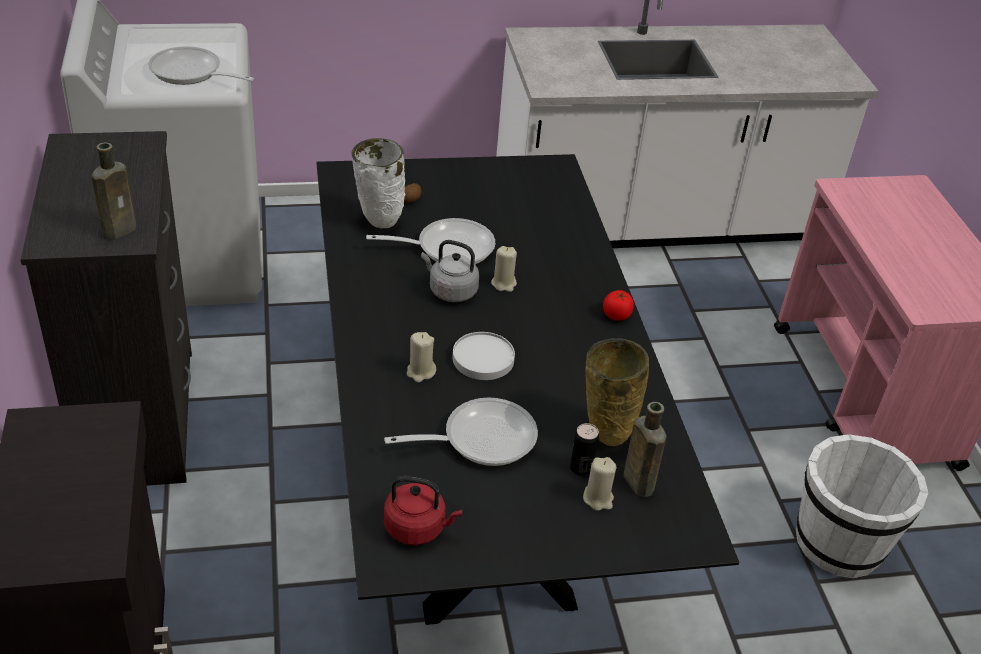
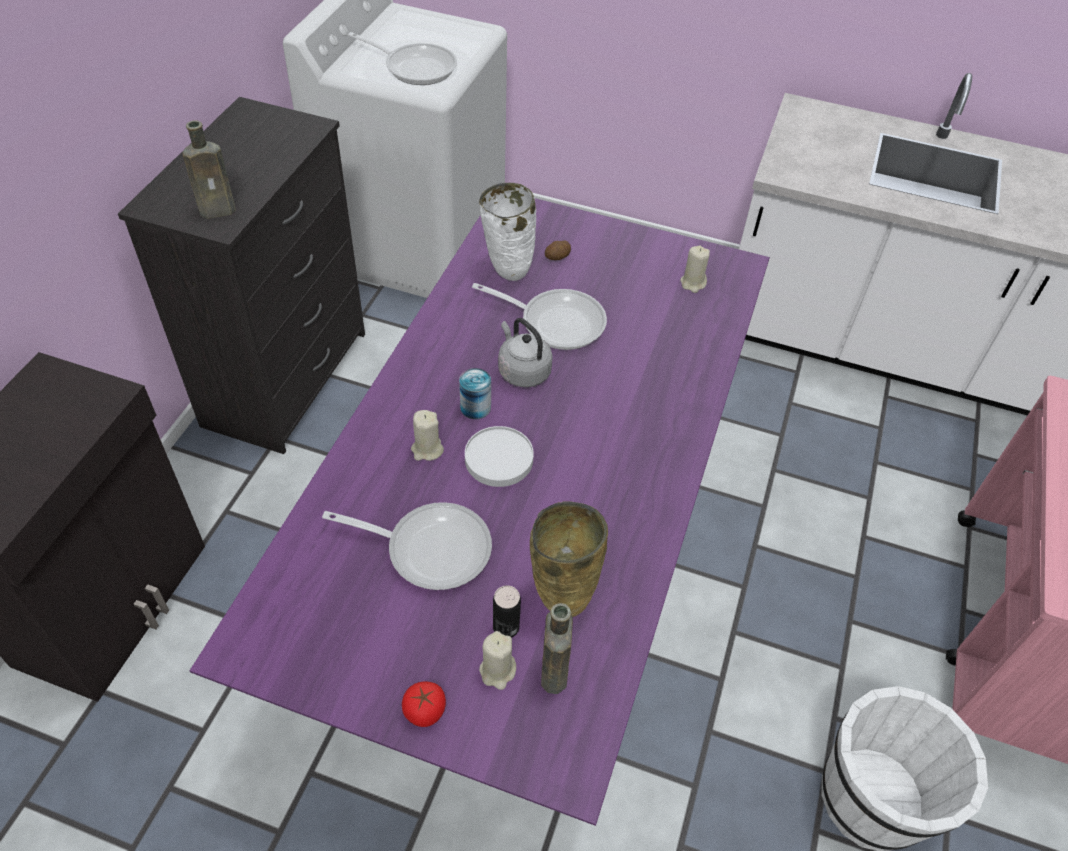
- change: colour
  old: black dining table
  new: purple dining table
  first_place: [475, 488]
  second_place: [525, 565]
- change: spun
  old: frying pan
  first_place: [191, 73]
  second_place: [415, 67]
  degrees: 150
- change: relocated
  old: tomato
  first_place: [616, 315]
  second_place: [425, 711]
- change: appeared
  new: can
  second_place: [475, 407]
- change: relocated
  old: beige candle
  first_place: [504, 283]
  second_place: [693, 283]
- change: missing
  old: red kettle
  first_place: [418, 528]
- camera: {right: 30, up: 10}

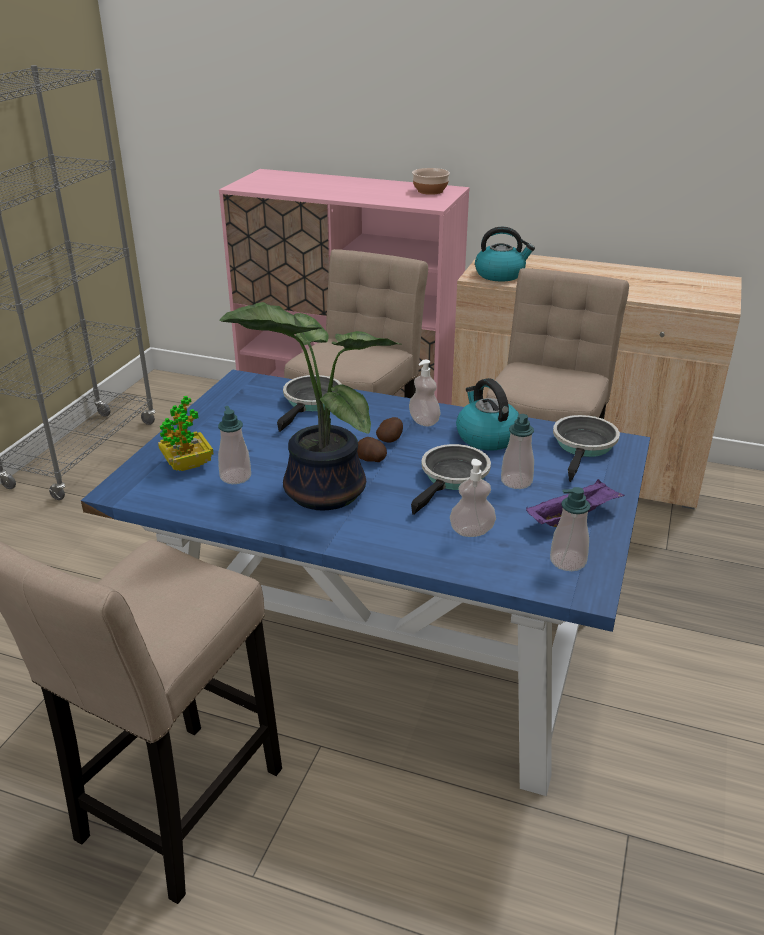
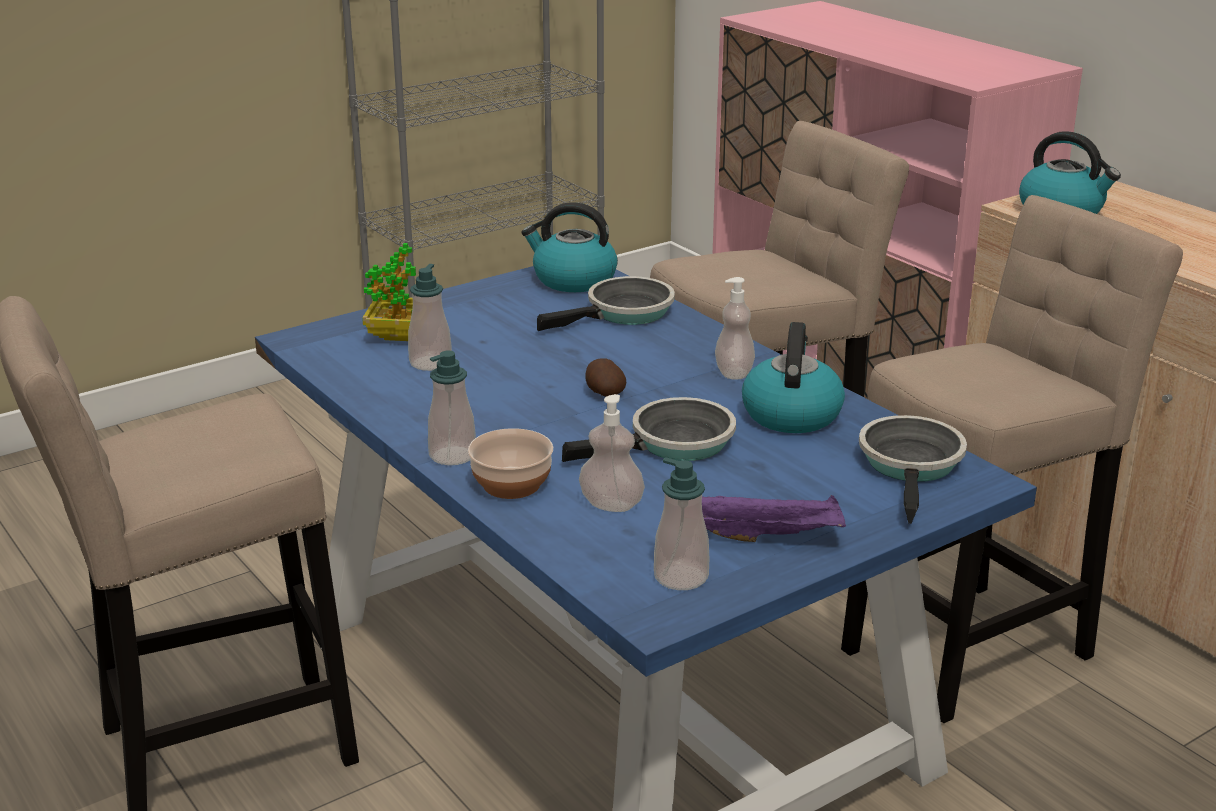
- change: relocated
  old: soap dispenser
  first_place: [516, 481]
  second_place: [452, 455]
- change: relocated
  old: bowl
  first_place: [430, 191]
  second_place: [510, 484]
- change: appeared
  new: kettle
  second_place: [573, 280]
- change: spun
  old: frying pan
  first_place: [584, 447]
  second_place: [911, 466]
  degrees: -45
- change: missing
  old: potted plant
  first_place: [319, 491]
- change: missing
  old: potato
  first_place: [391, 439]
- camera: {right: 35, up: -5}

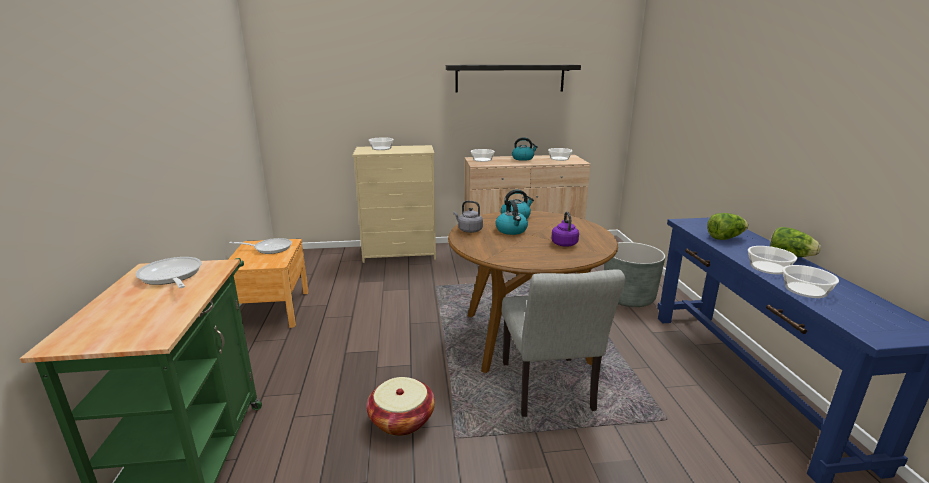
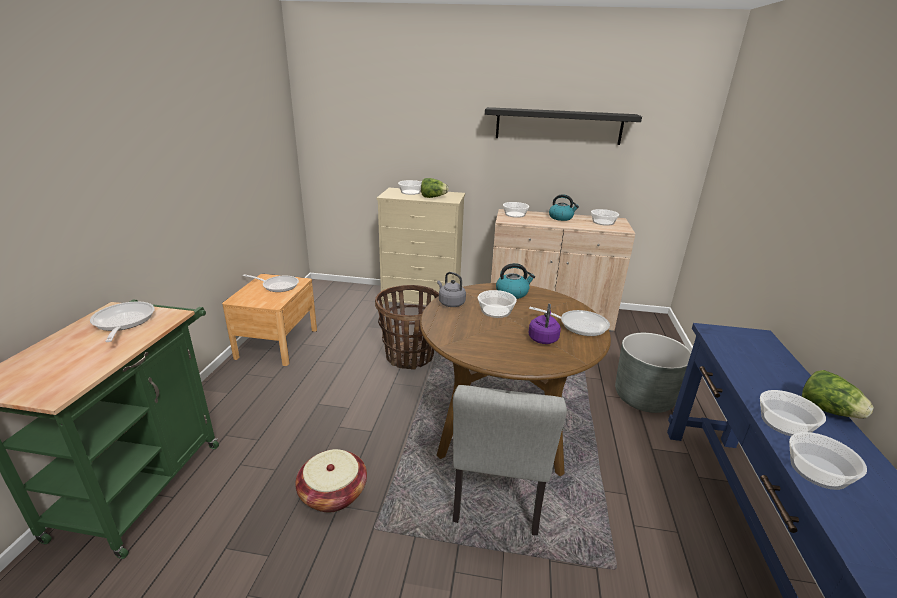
- change: appeared
  new: basket
  second_place: [409, 356]
- change: relocated
  old: lettuce
  first_place: [725, 238]
  second_place: [433, 197]
- change: exchanged
  old: kettle
  new: bowl
  first_place: [511, 230]
  second_place: [496, 310]
- change: appeared
  new: frying pan
  second_place: [578, 325]
- camera: {right: 15, up: 5}

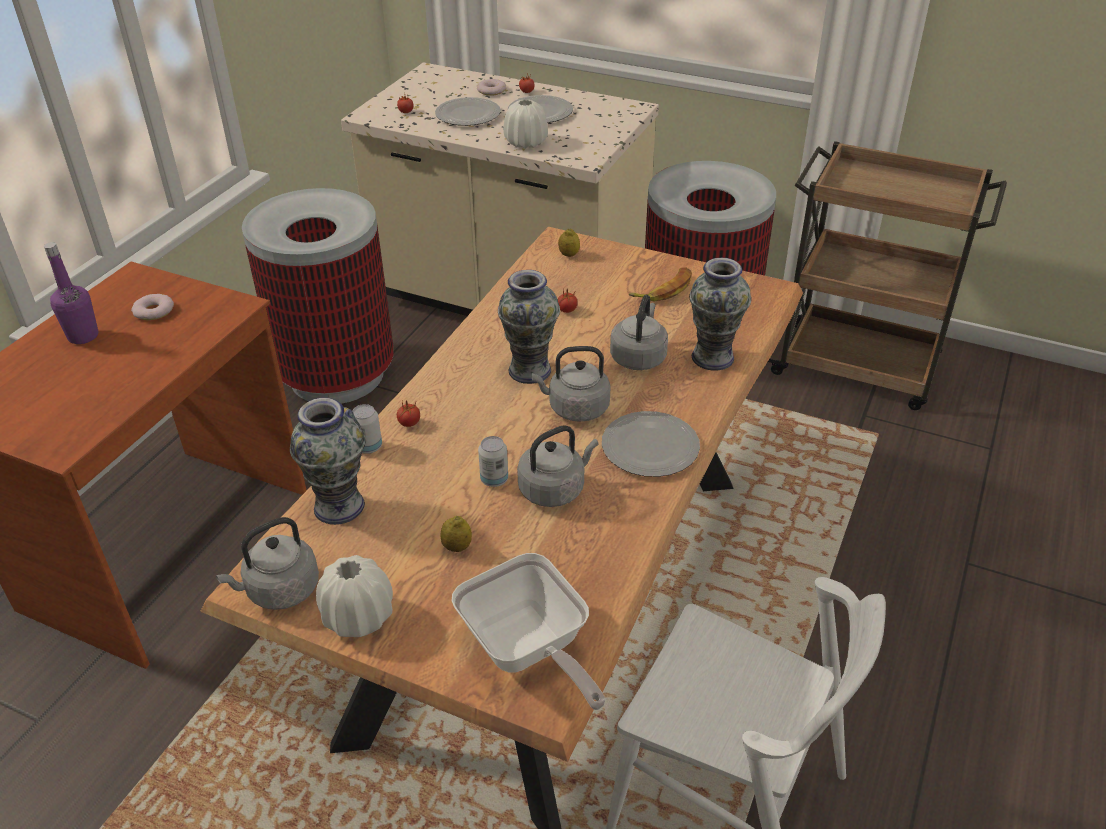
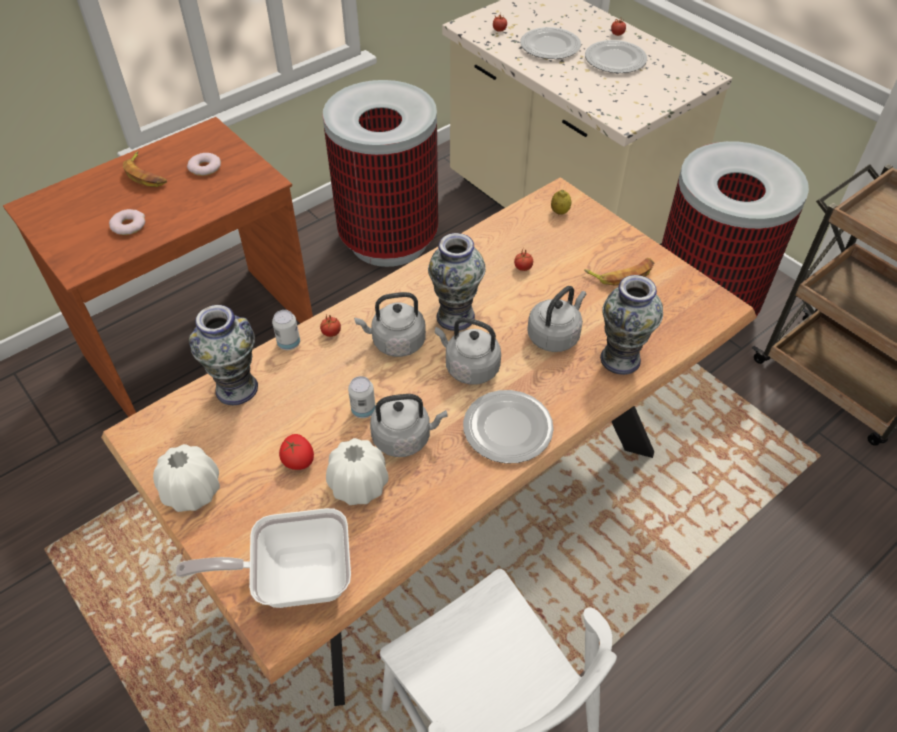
- change: relocated
  old: donut
  first_place: [491, 90]
  second_place: [128, 225]
- change: exchanged
  old: purple bottle
  new: banana
  first_place: [83, 336]
  second_place: [146, 174]
- change: spun
  old: frying pan
  first_place: [528, 651]
  second_place: [293, 577]
  degrees: 90
- change: exchanged
  old: lemon
  new: tomato
  first_place: [457, 547]
  second_place: [298, 460]
- change: relocated
  old: white vase
  first_place: [526, 143]
  second_place: [359, 485]
- change: relocated
  old: grey kettle
  first_place: [279, 590]
  second_place: [395, 342]
- camera: {right: 25, up: 10}

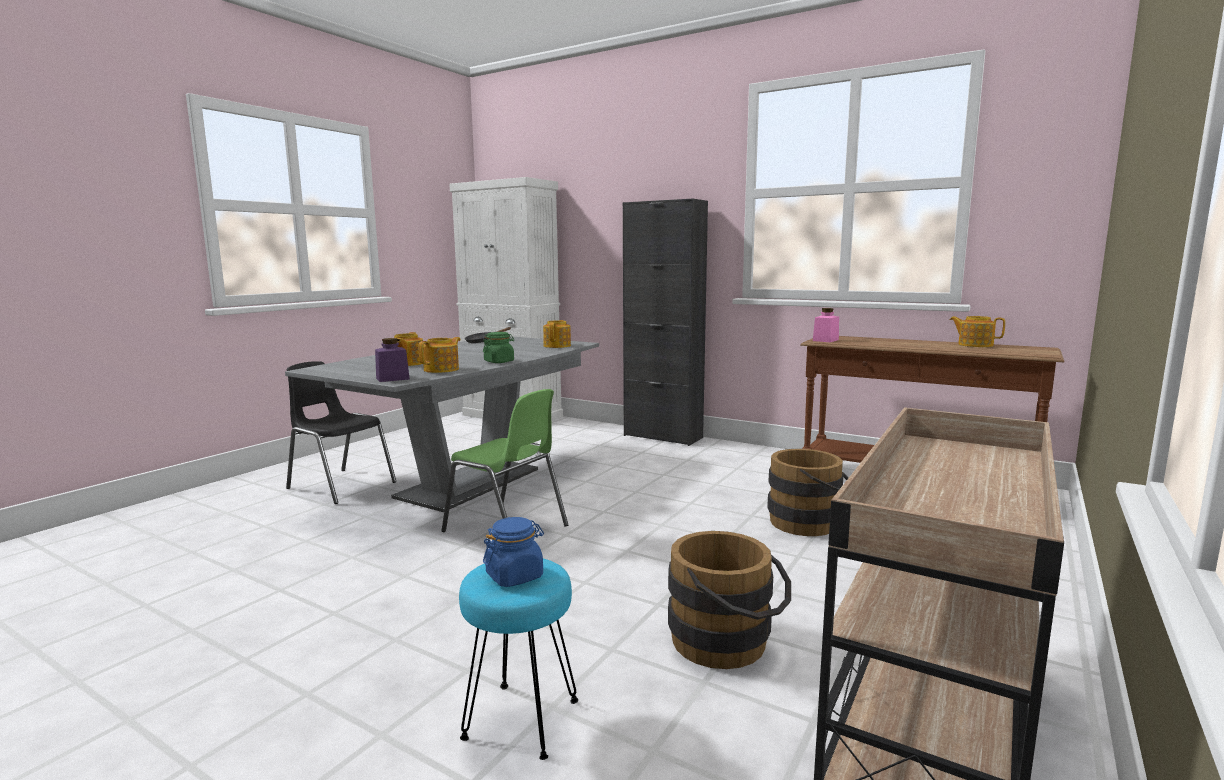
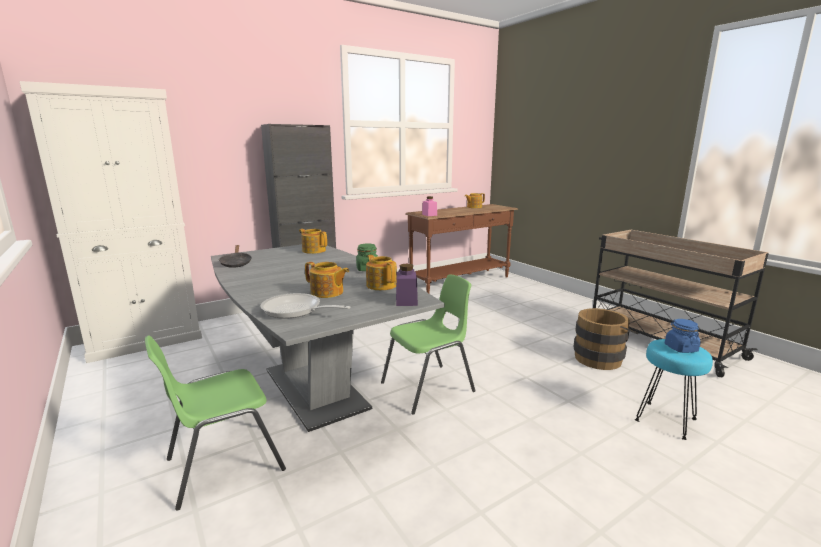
- change: colour
  old: black chair
  new: green chair
  first_place: [340, 485]
  second_place: [223, 464]
- change: appeared
  new: frying pan
  second_place: [296, 310]
- change: missing
  old: brown bucket
  first_place: [810, 523]
- camera: {right: -65, up: 5}

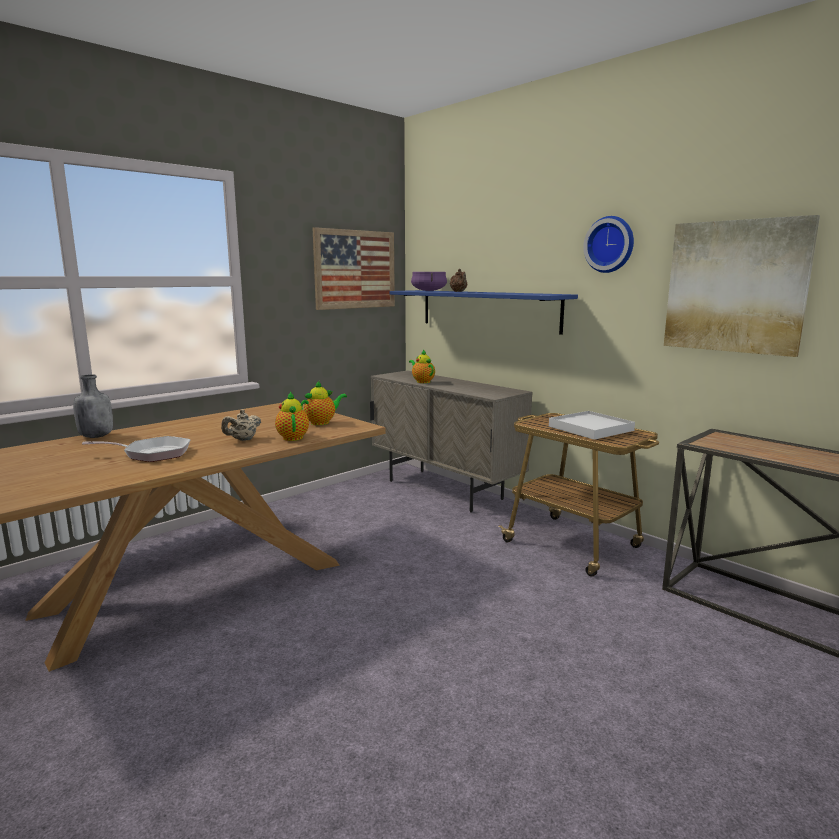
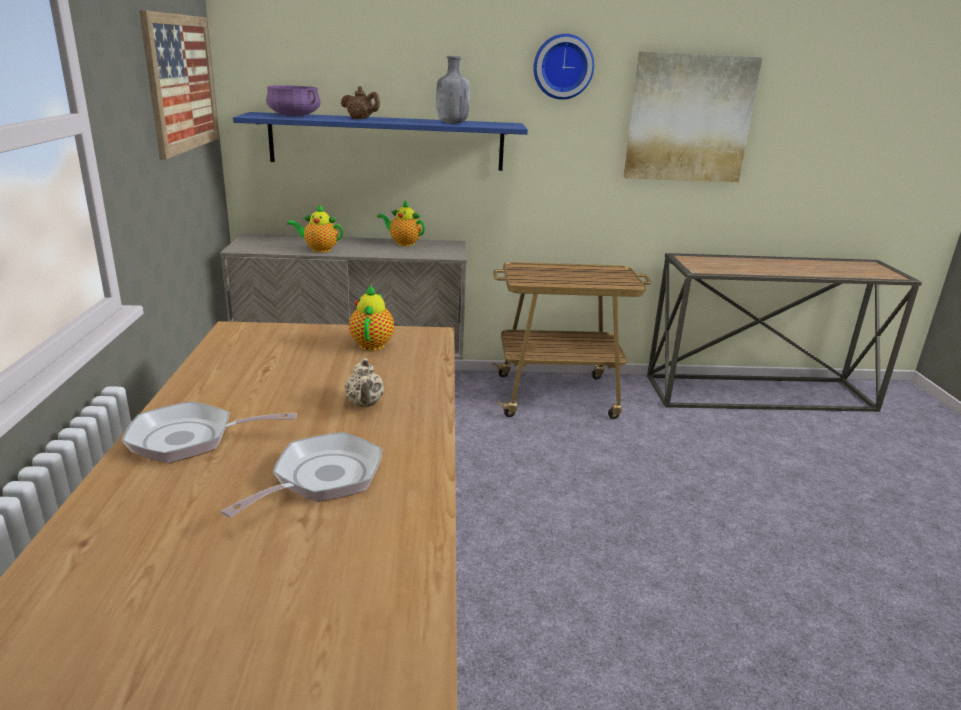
- change: appeared
  new: frying pan
  second_place: [190, 439]
- change: relocated
  old: teapot
  first_place: [292, 437]
  second_place: [403, 243]
- change: relocated
  old: grey bottle
  first_place: [96, 436]
  second_place: [451, 123]
- change: missing
  old: white tray
  first_place: [590, 428]
- camera: {right: -50, up: 10}

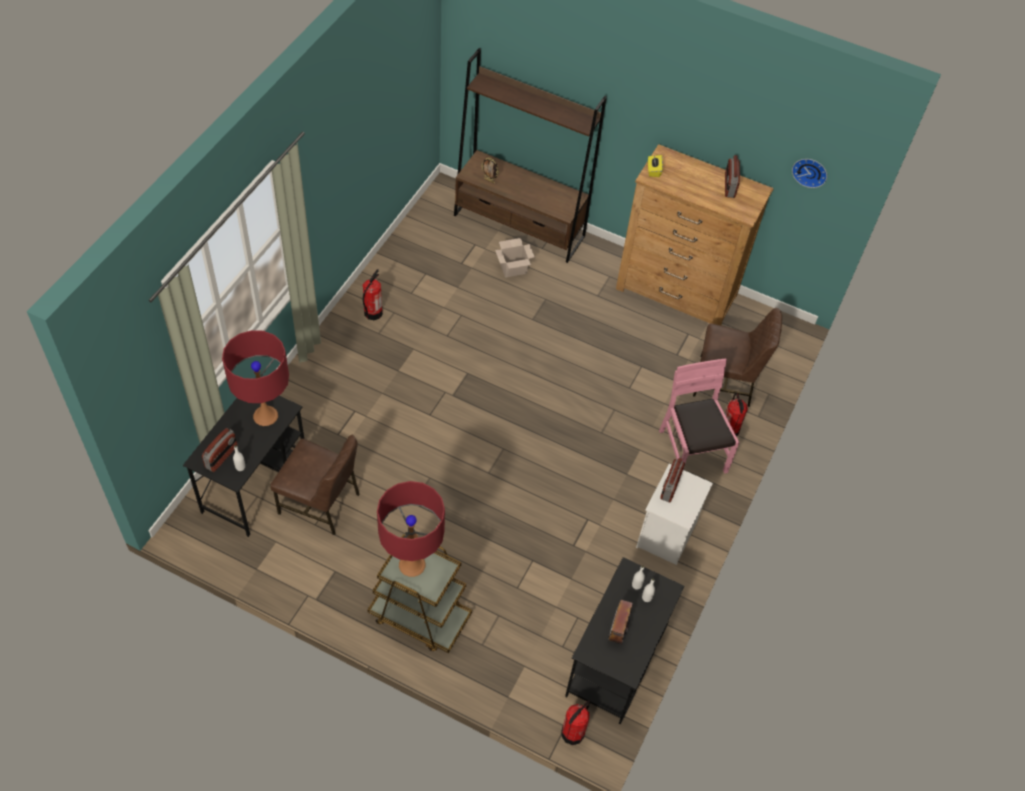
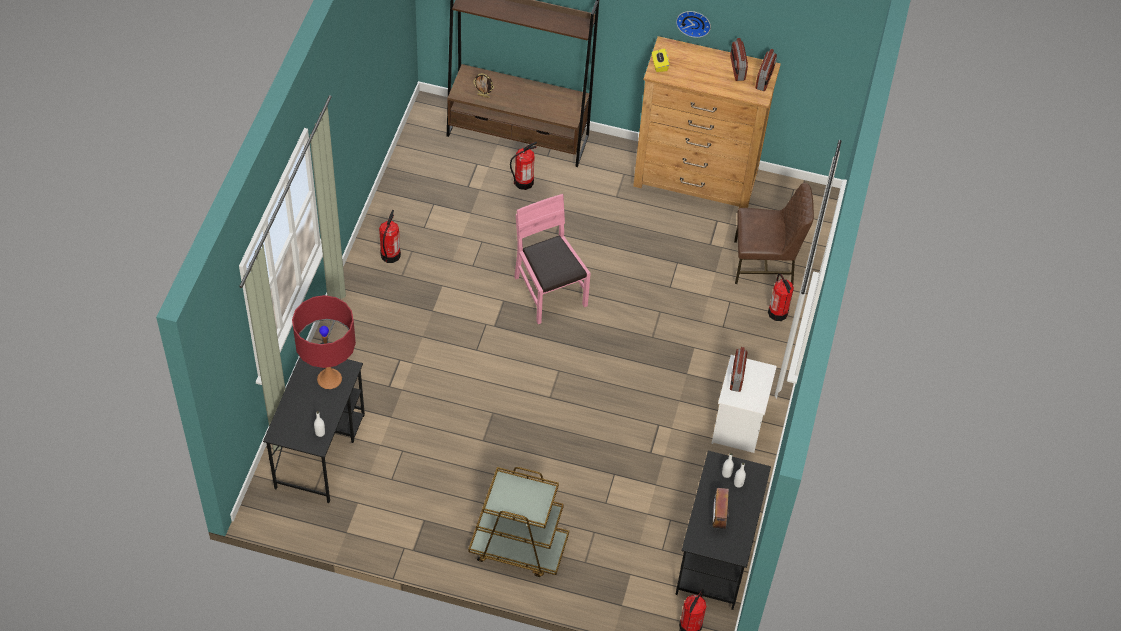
- change: exchanged
  old: cardboard box
  new: fire extinguisher
  first_place: [514, 268]
  second_place: [523, 182]
- change: relocated
  old: pink chair
  first_place: [691, 452]
  second_place: [549, 292]
- change: relocated
  old: wall clock
  first_place: [810, 171]
  second_place: [694, 22]
- change: relocated
  old: radio
  first_place: [221, 457]
  second_place: [765, 78]
- change: missing
  old: brown chair
  first_place: [320, 503]
- change: missing
  old: red table lamp
  first_place: [412, 564]
- camera: {right: -10, up: 0}

